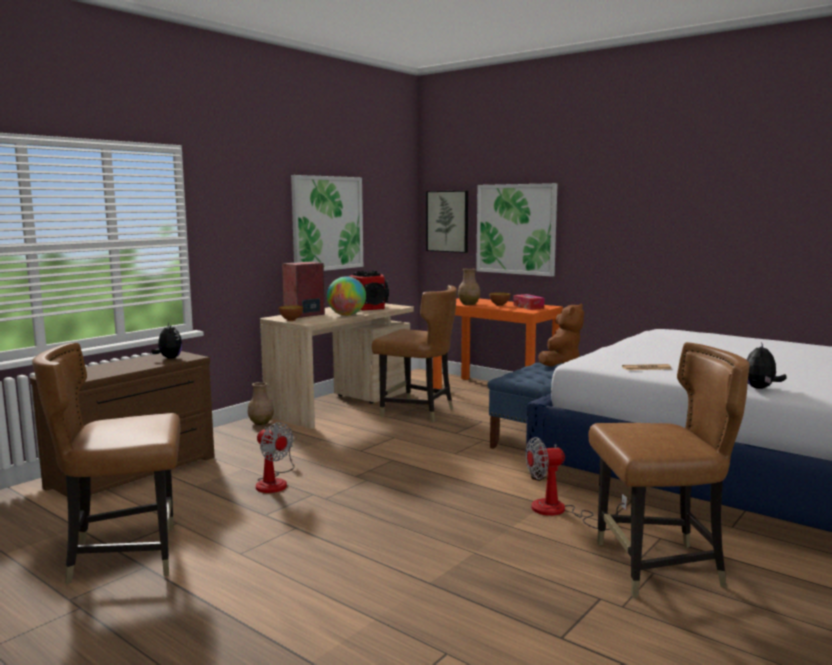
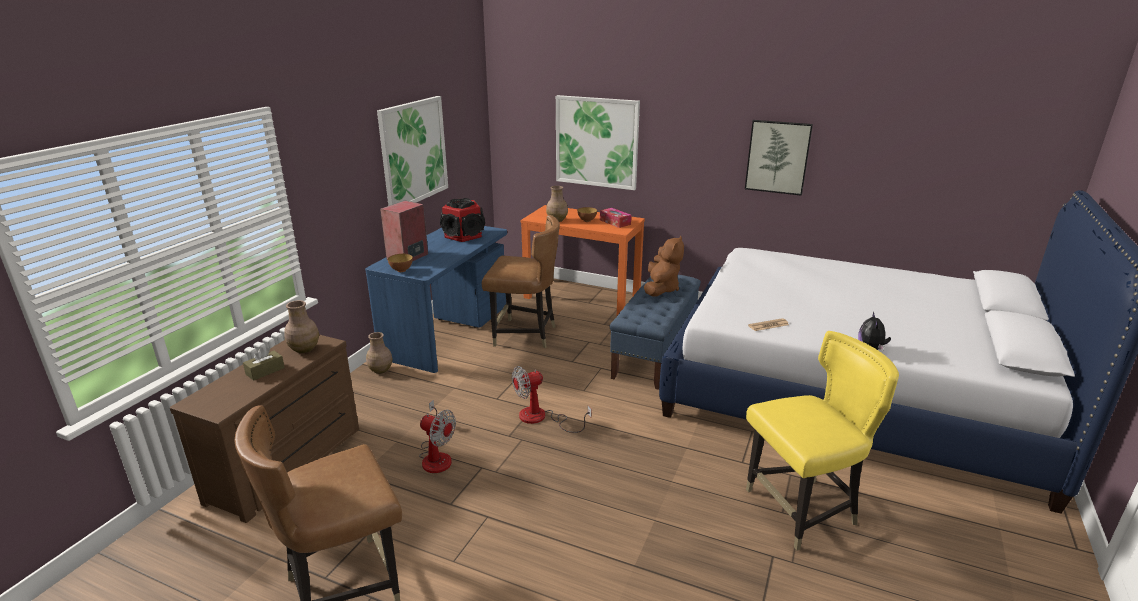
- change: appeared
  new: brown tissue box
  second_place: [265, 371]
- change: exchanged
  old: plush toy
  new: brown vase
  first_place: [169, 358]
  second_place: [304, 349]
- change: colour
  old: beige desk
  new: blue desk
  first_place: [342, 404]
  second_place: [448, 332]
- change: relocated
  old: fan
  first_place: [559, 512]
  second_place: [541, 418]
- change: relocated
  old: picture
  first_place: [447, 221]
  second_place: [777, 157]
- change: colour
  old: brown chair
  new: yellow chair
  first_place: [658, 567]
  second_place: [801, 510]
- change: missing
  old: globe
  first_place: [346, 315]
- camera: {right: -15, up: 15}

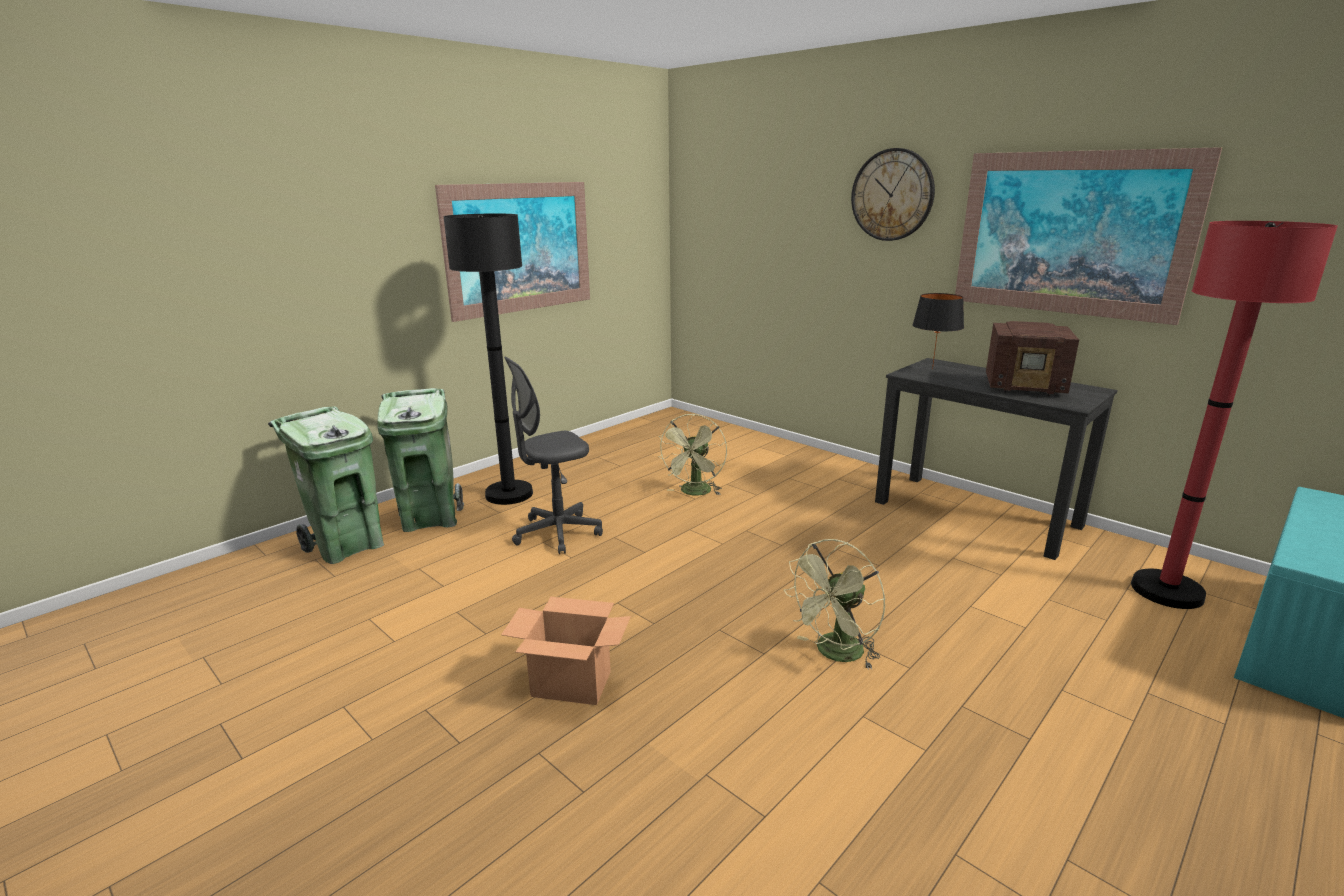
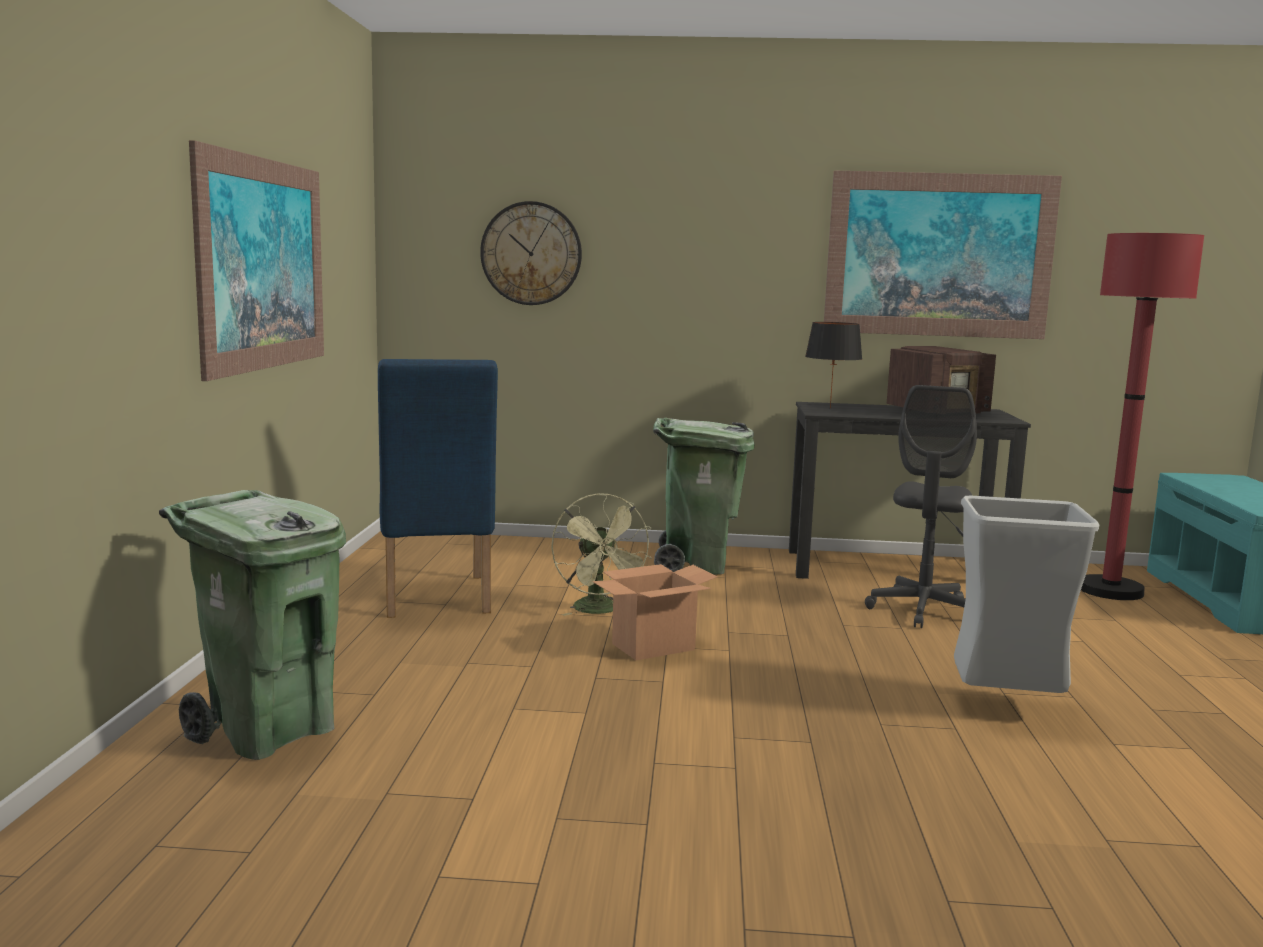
- change: appeared
  new: blue chair
  second_place: [435, 600]
- change: relocated
  old: wall clock
  first_place: [892, 195]
  second_place: [531, 253]
- change: relocated
  old: cardboard box
  first_place: [570, 684]
  second_place: [652, 647]
- change: relocated
  old: green trash can
  first_place: [347, 546]
  second_place: [695, 565]
- change: relocated
  old: grey office chair
  first_place: [557, 533]
  second_place: [923, 611]
- change: exchanged
  old: green fan
  new: grey trash can
  first_place: [835, 654]
  second_place: [1007, 707]
- change: missing
  old: black floor lamp
  first_place: [509, 494]
- camera: {right: -40, up: -10}

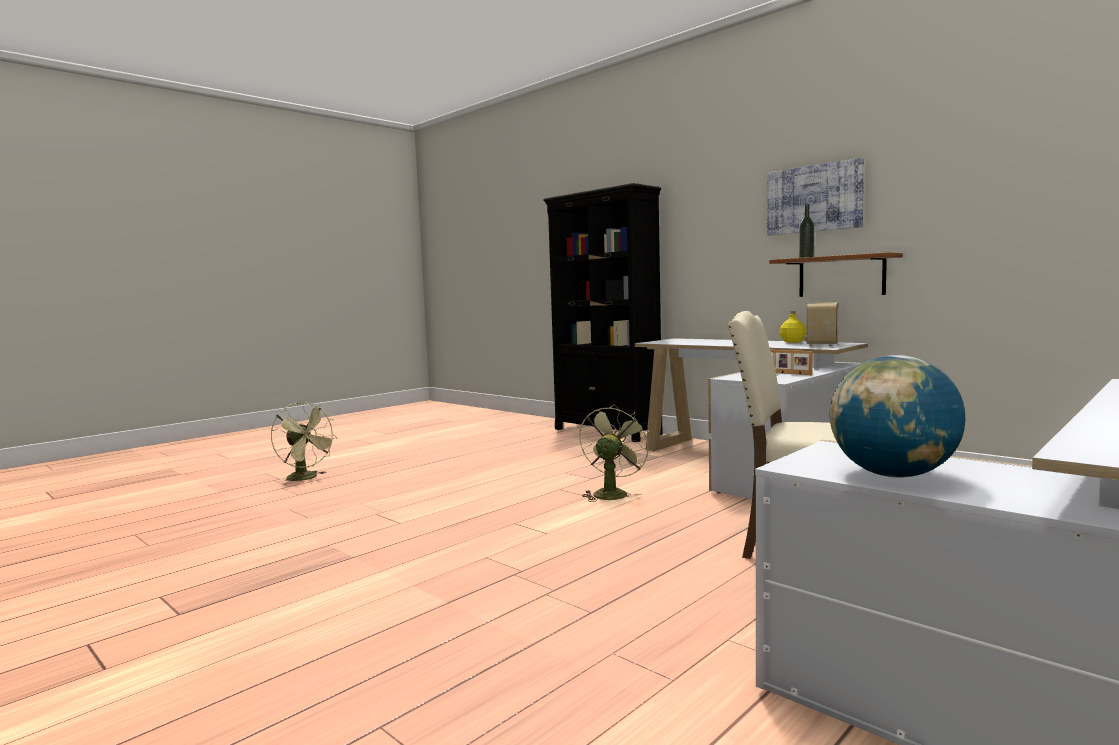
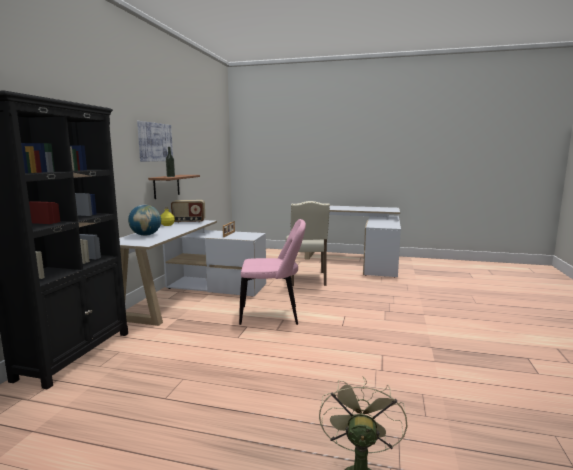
- change: relocated
  old: globe
  first_place: [893, 475]
  second_place: [146, 235]
- change: exchanged
  old: green fan
  new: pink chair
  first_place: [612, 493]
  second_place: [272, 315]
- camera: {right: -120, up: 5}

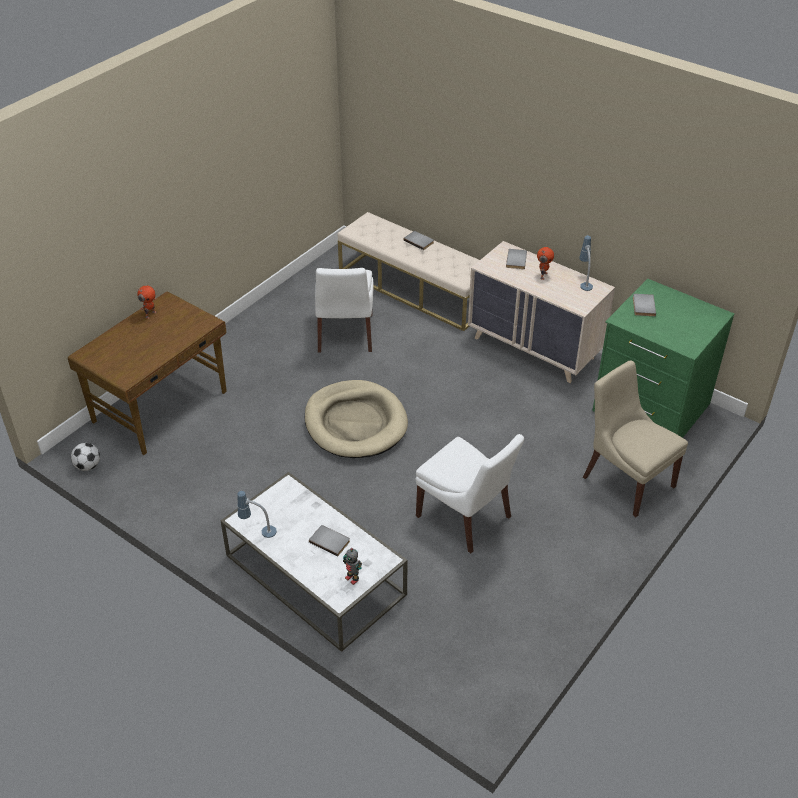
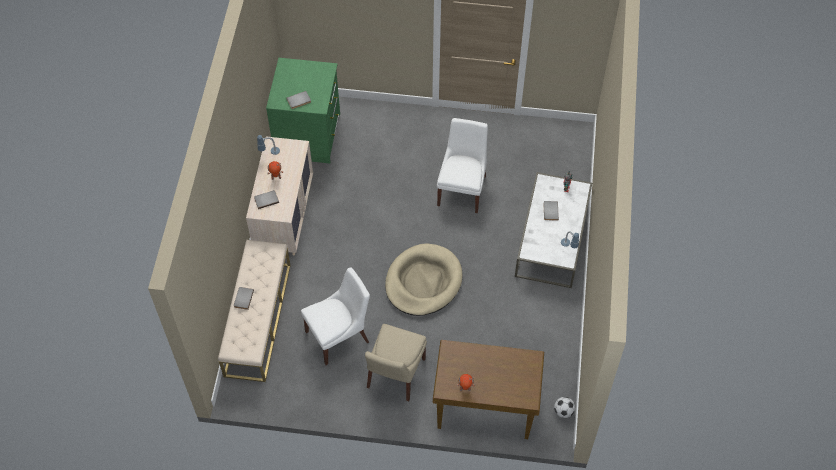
- change: relocated
  old: beige chair
  first_place: [626, 480]
  second_place: [395, 375]
- camera: {right: -120, up: 15}

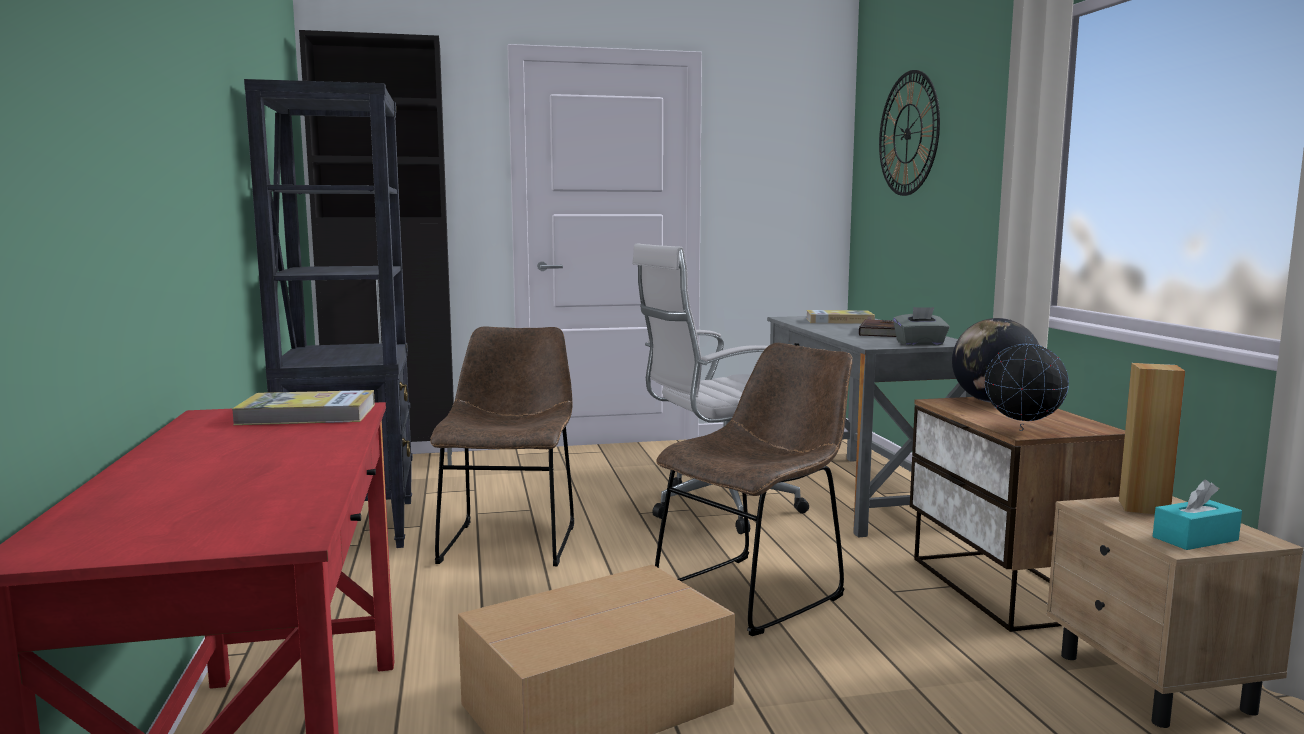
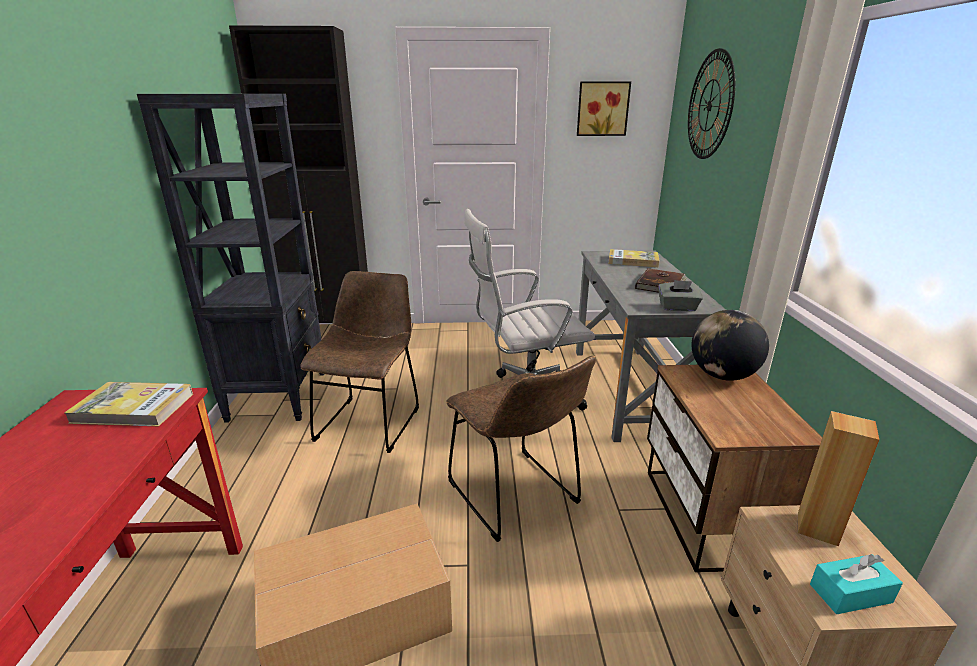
- change: spun
  old: brown chair
  first_place: [755, 591]
  second_place: [516, 497]
  degrees: 90
- change: appeared
  new: picture
  second_place: [602, 109]
- change: missing
  old: globe
  first_place: [1022, 431]
- camera: {right: 10, up: 15}

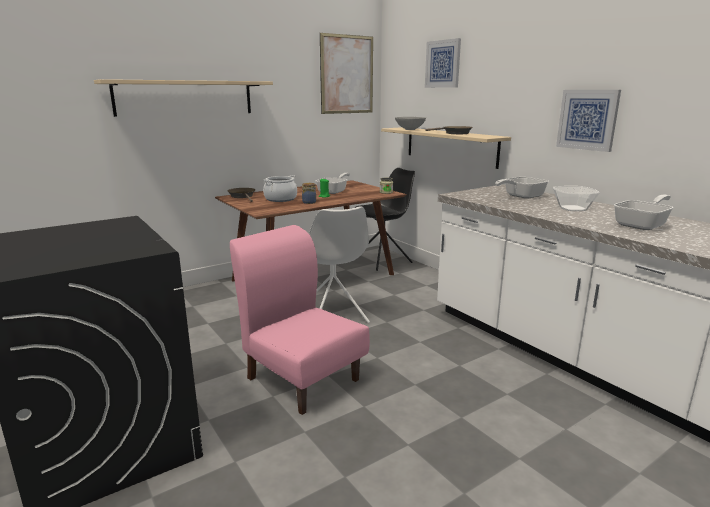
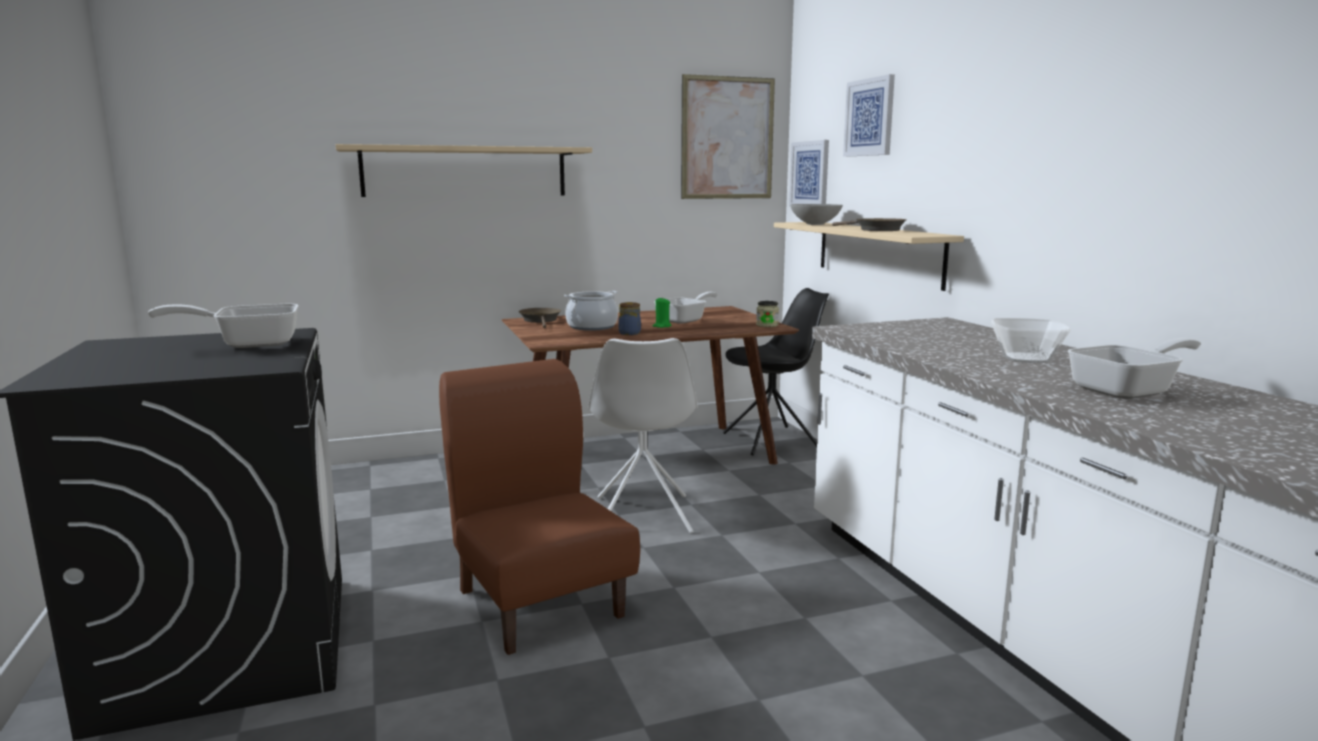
- change: relocated
  old: frying pan
  first_place: [520, 196]
  second_place: [248, 344]
- change: colour
  old: pink chair
  new: brown chair
  first_place: [302, 378]
  second_place: [540, 602]
- change: relocated
  old: picture
  first_place: [587, 119]
  second_place: [810, 174]
- camera: {right: 15, up: -5}

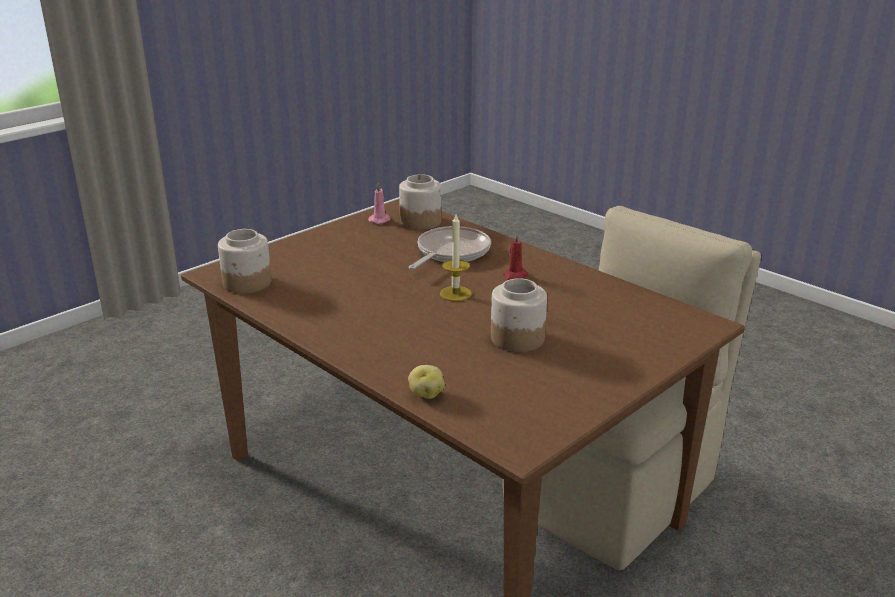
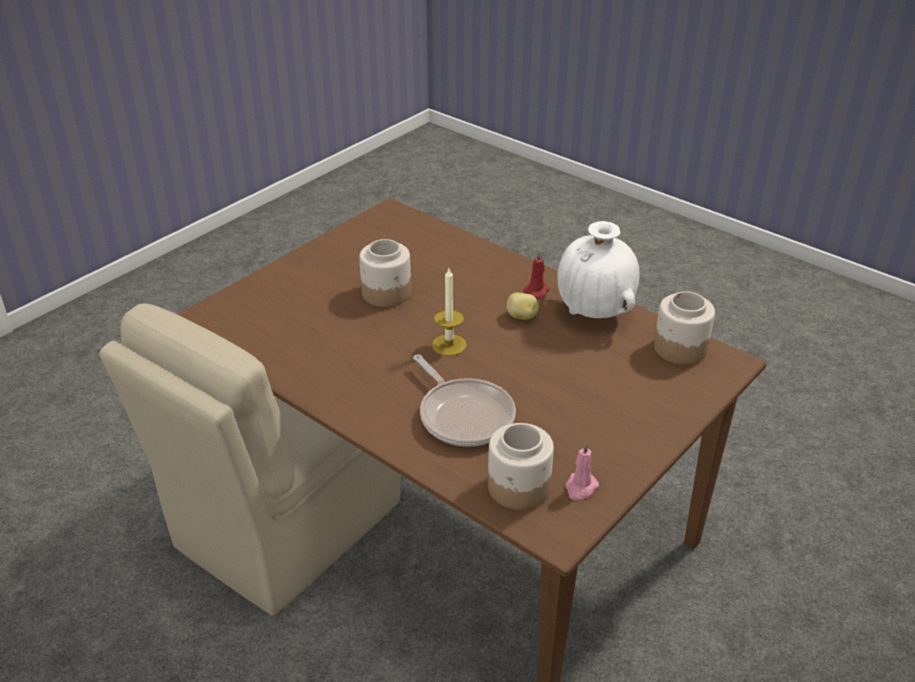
- change: spun
  old: frying pan
  first_place: [450, 252]
  second_place: [464, 415]
  degrees: -60
- change: relocated
  old: potato
  first_place: [426, 394]
  second_place: [522, 317]
- change: relocated
  old: red candle
  first_place: [514, 276]
  second_place: [537, 290]
- change: appeared
  new: white vase
  second_place: [595, 314]
- camera: {right: 175, up: 10}

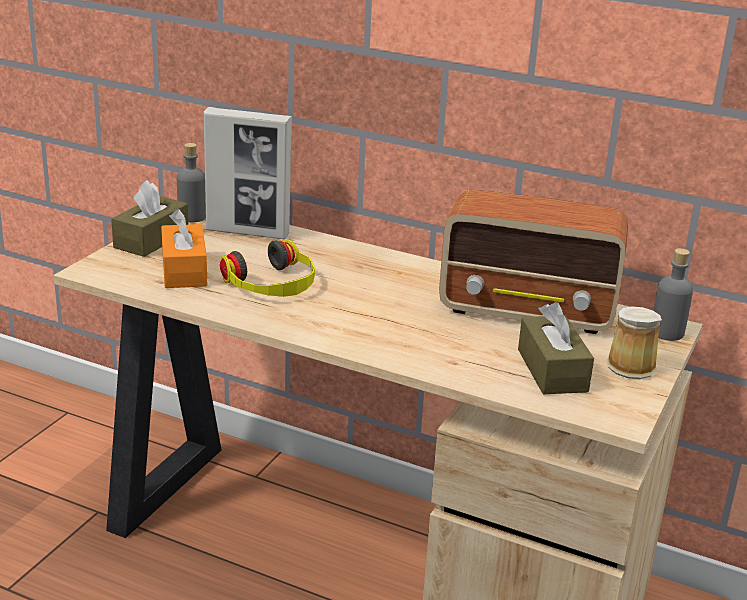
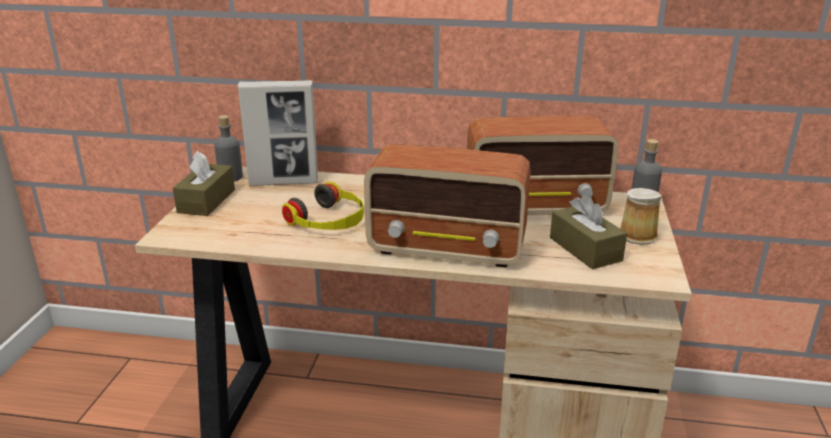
- change: appeared
  new: radio
  second_place: [448, 249]
- change: missing
  old: orange tissue box
  first_place: [184, 270]
- camera: {right: -15, up: 0}

